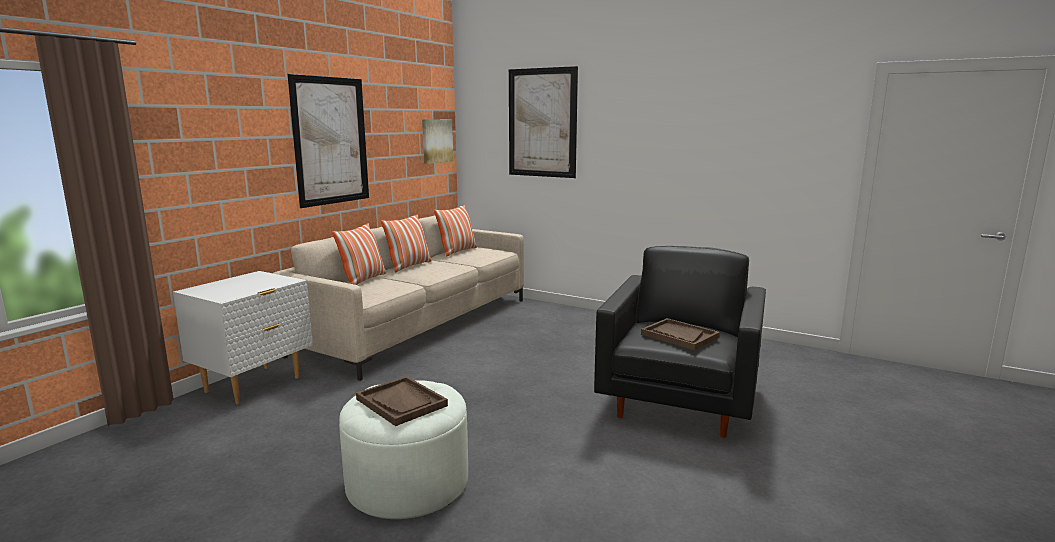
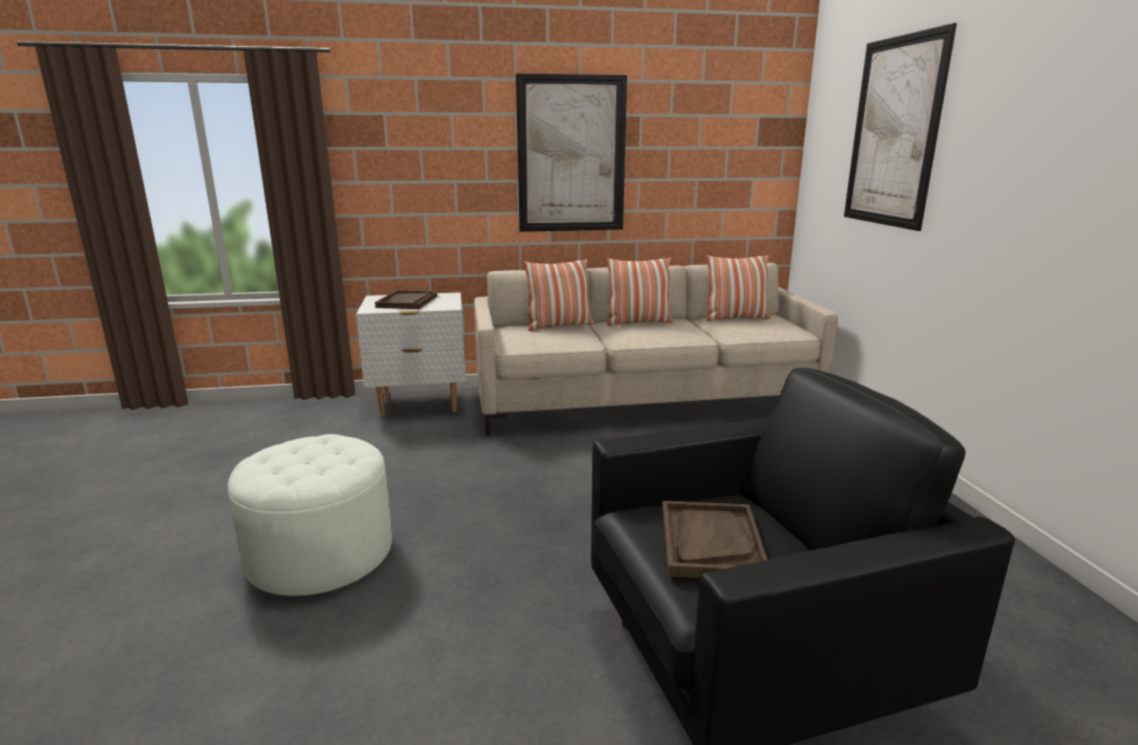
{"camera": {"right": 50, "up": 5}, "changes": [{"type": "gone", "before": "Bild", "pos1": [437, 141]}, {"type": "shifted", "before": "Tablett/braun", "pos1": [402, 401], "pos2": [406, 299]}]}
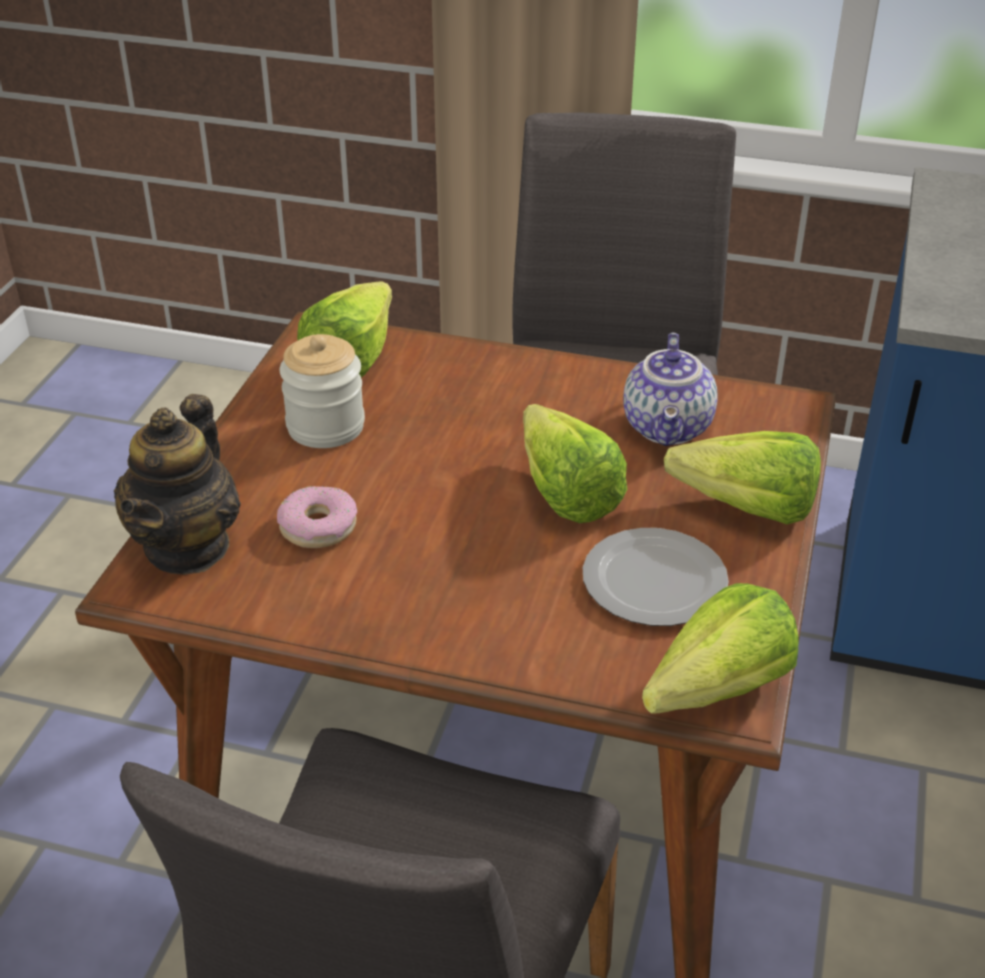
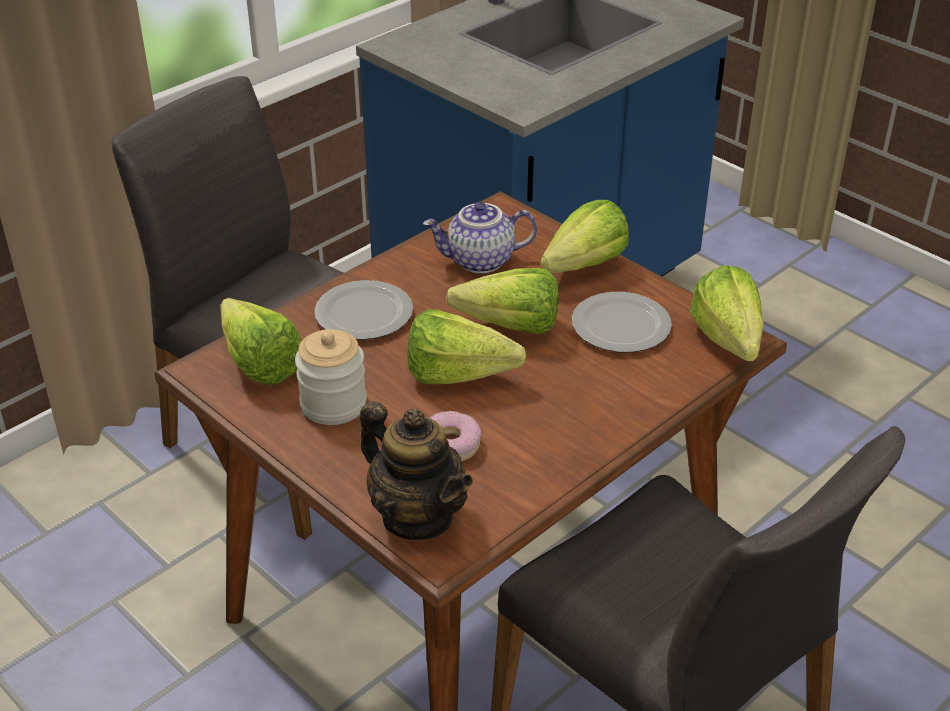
{"camera": {"right": -60, "up": 0}, "changes": [{"type": "new", "after": "Teller", "pos2": [363, 310]}, {"type": "new", "after": "Salatkopf", "pos2": [466, 346]}, {"type": "rotated", "before": "Teekanne", "pos1": [670, 389], "pos2": [480, 237], "turn": 135}]}
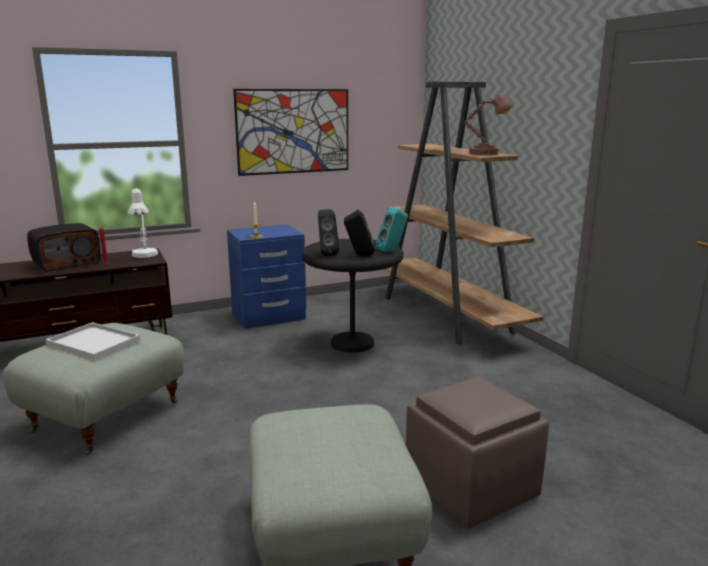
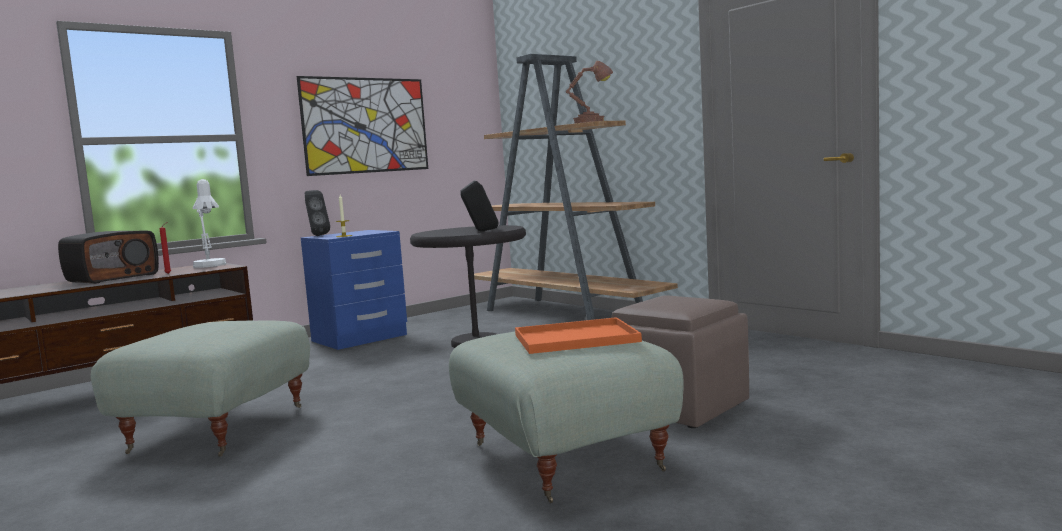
{"camera": {"right": -15, "up": -10}, "changes": [{"type": "gone", "before": "Tablett/weiß", "pos1": [93, 341]}, {"type": "gone", "before": "Lautsprecher/türkis", "pos1": [392, 229]}, {"type": "new", "after": "Tablett/orange", "pos2": [578, 335]}, {"type": "shifted", "before": "Lautsprecher/schwarz", "pos1": [328, 232], "pos2": [317, 213]}]}
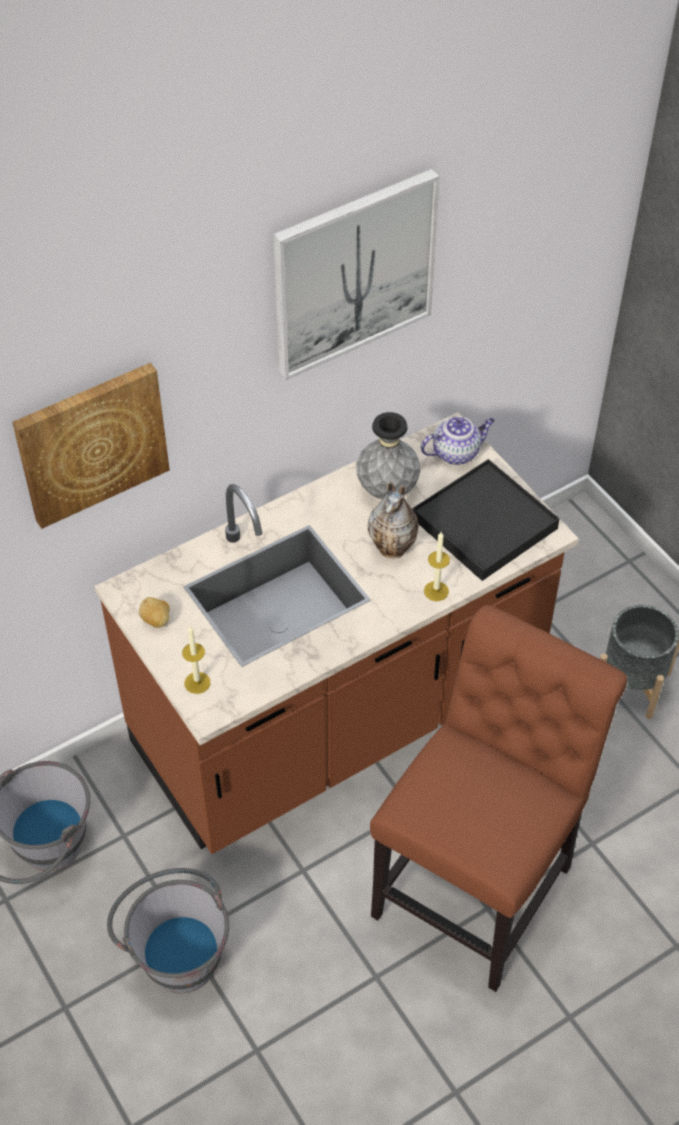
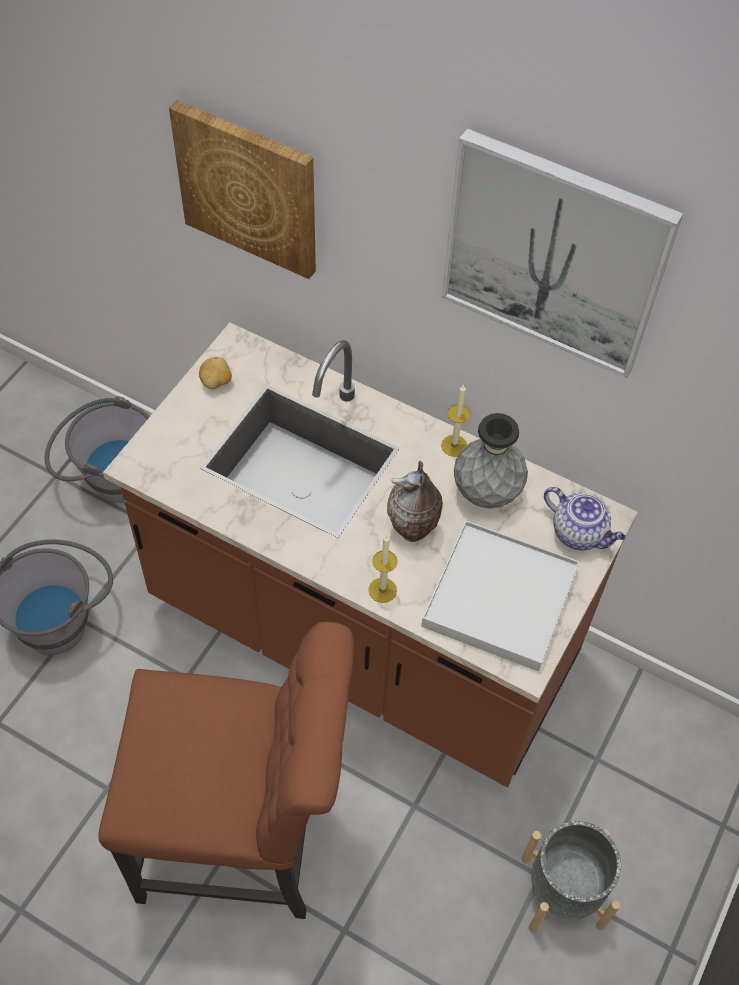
{"camera": {"right": 60, "up": 5}, "changes": [{"type": "shifted", "before": "Kerze", "pos1": [196, 660], "pos2": [456, 420]}, {"type": "repainted", "before": "Tablett/schwarz", "after": "Tablett/weiß", "pos1": [486, 520], "pos2": [500, 595]}]}
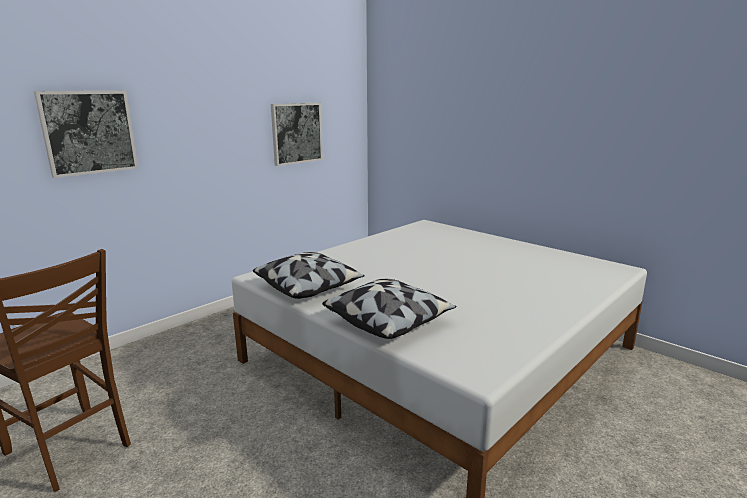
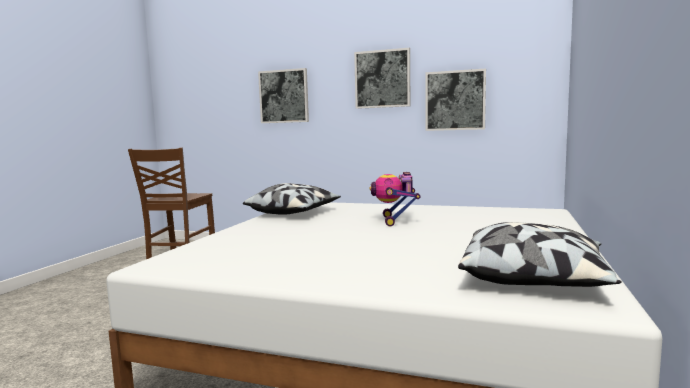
{"camera": {"right": 65, "up": -10}, "changes": [{"type": "new", "after": "Bild", "pos2": [382, 78]}, {"type": "new", "after": "Spielzeugroboter", "pos2": [394, 199]}, {"type": "shifted", "before": "Kissen", "pos1": [389, 309], "pos2": [540, 254]}]}
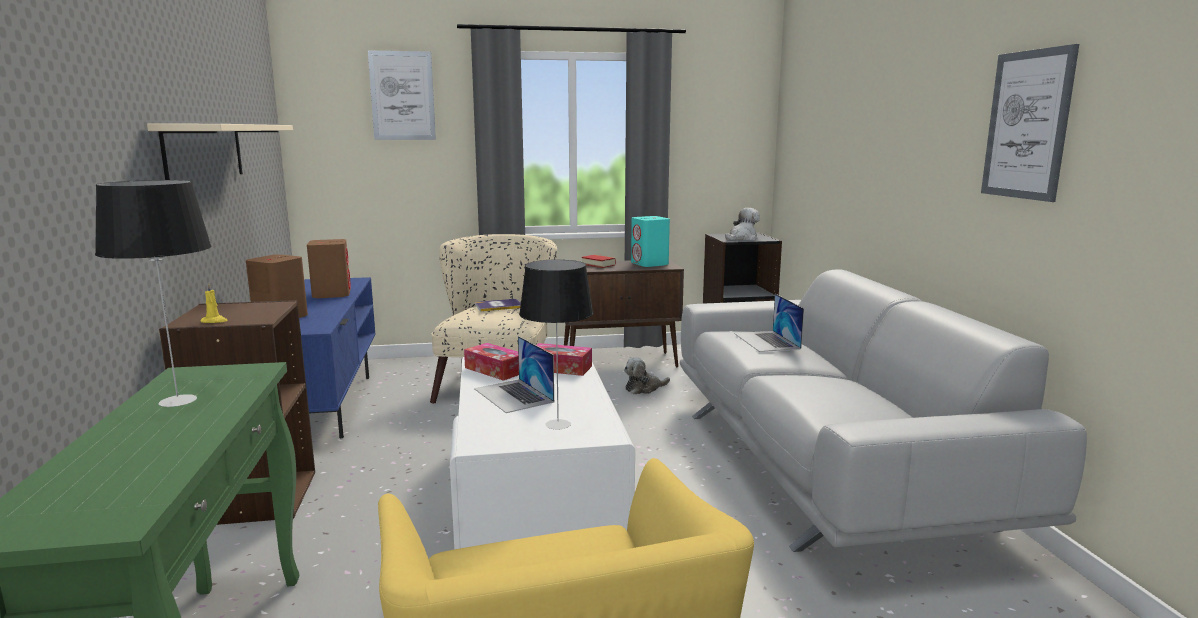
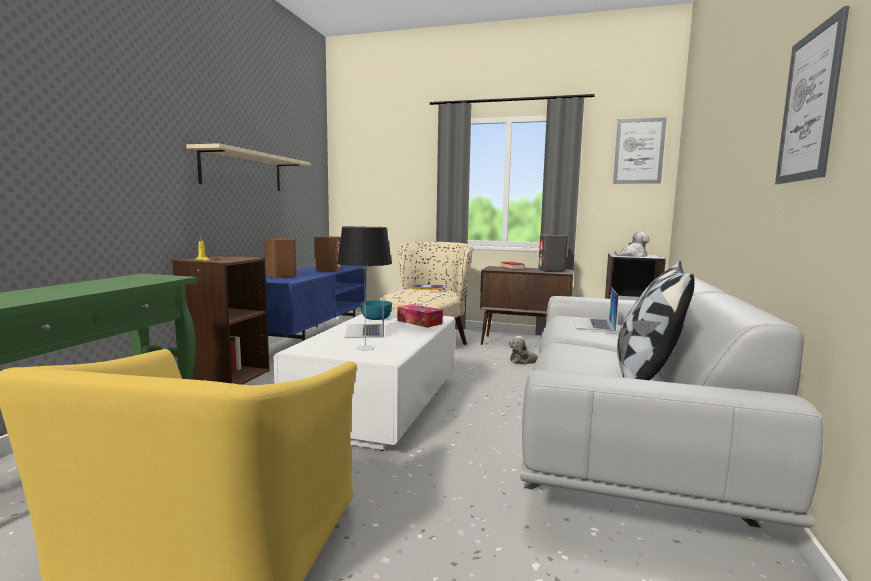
{"camera": {"right": 25, "up": -5}, "changes": [{"type": "gone", "before": "Tischlampe", "pos1": [153, 293]}, {"type": "new", "after": "Kissen", "pos2": [655, 320]}, {"type": "shifted", "before": "Bild", "pos1": [402, 95], "pos2": [640, 150]}, {"type": "swapped", "before": "Taschentuchbox", "after": "Schüssel/türkis", "pos1": [491, 362], "pos2": [376, 310]}, {"type": "repainted", "before": "Lautsprecher/türkis", "after": "Lautsprecher/grau", "pos1": [650, 241], "pos2": [553, 253]}]}
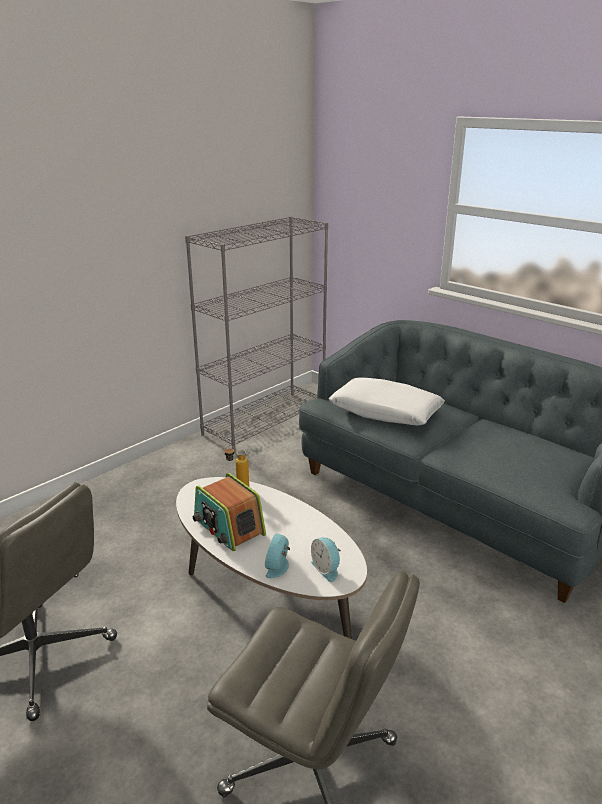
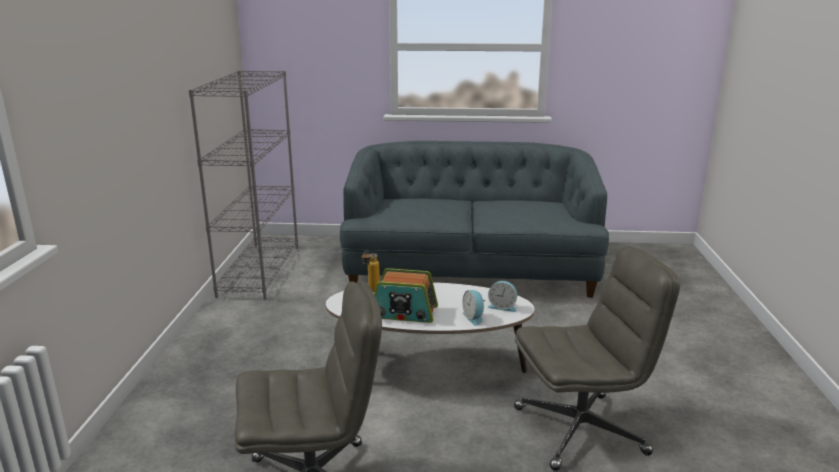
{"camera": {"right": -40, "up": -5}, "changes": [{"type": "gone", "before": "Kissen/weiß", "pos1": [387, 401]}]}
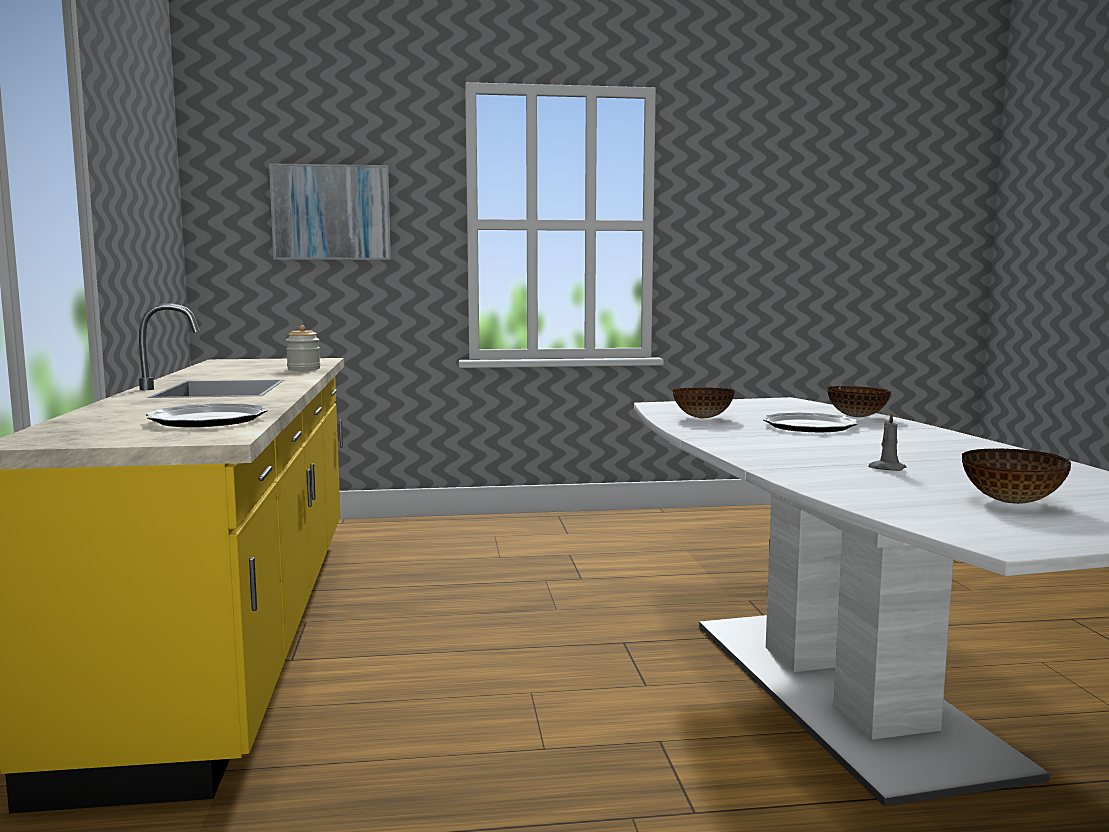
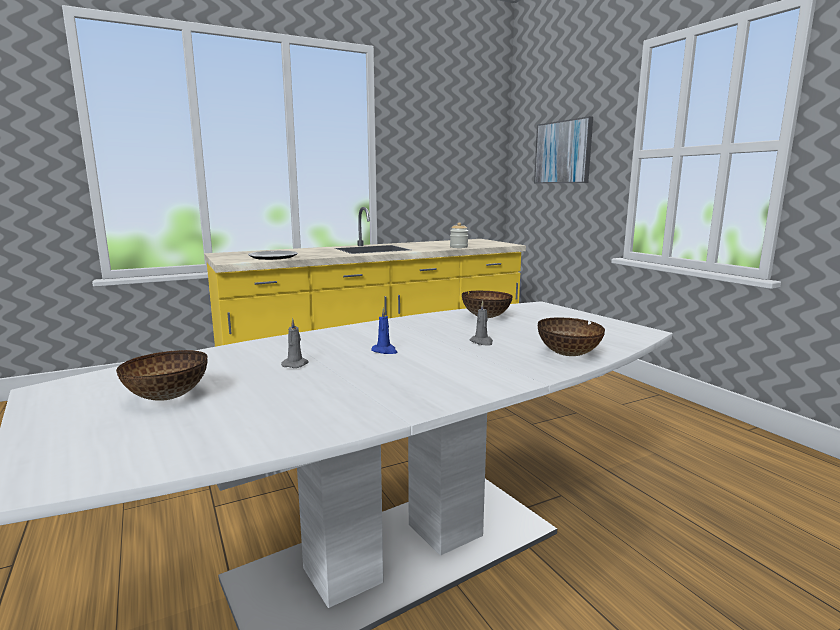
{"camera": {"right": 70, "up": 5}, "changes": [{"type": "new", "after": "Kerze/blau", "pos2": [384, 331]}, {"type": "swapped", "before": "Teller", "after": "Kerze/grau", "pos1": [810, 422], "pos2": [481, 323]}]}
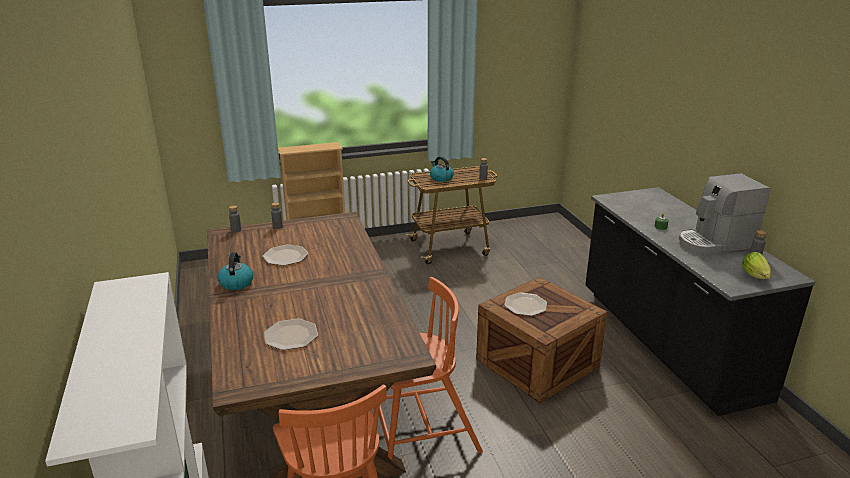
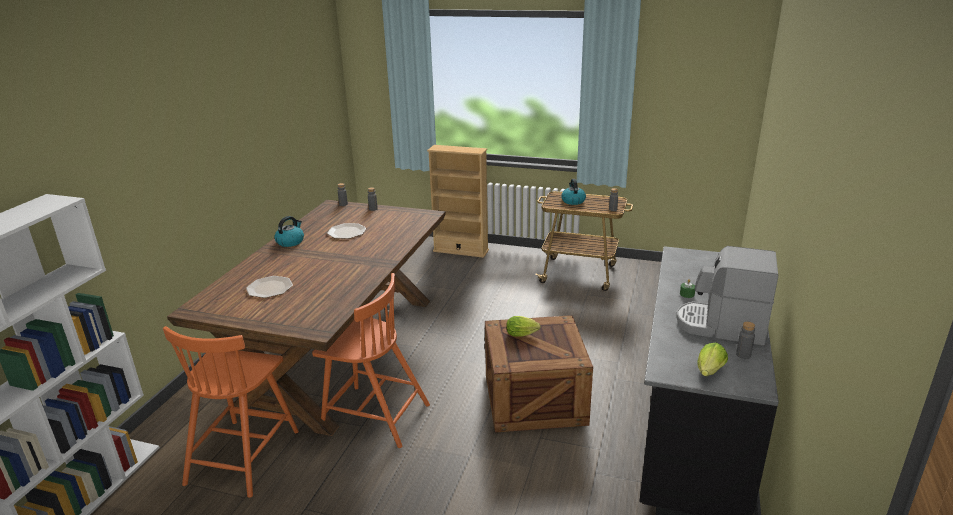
{"camera": {"right": 35, "up": 0}, "changes": [{"type": "swapped", "before": "Teller", "after": "Salatkopf", "pos1": [525, 304], "pos2": [523, 326]}]}
